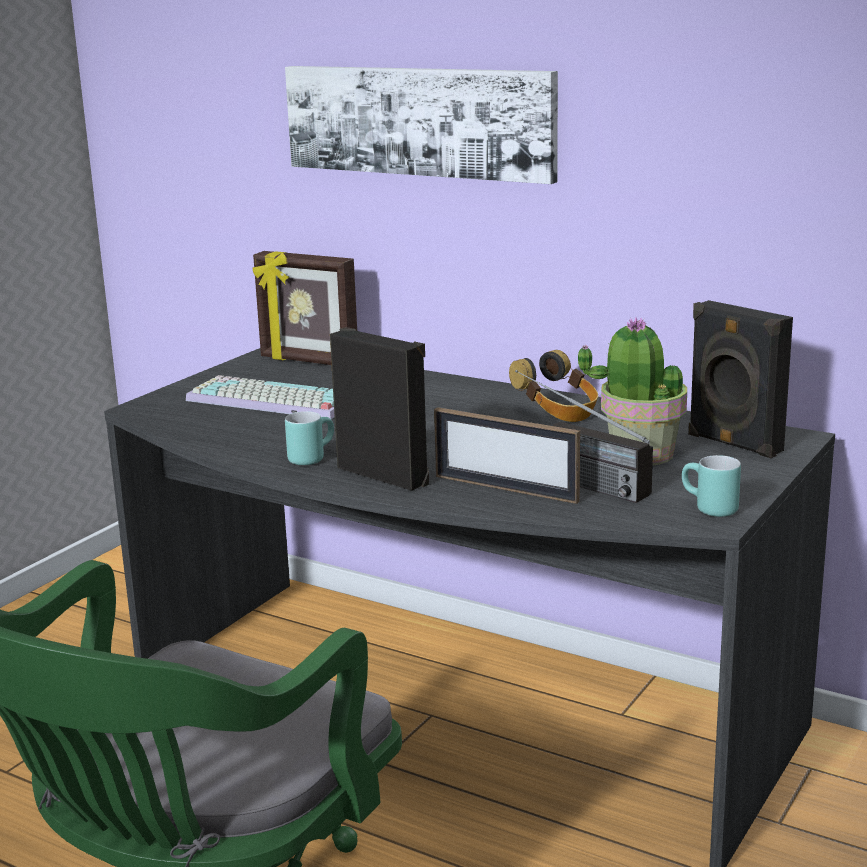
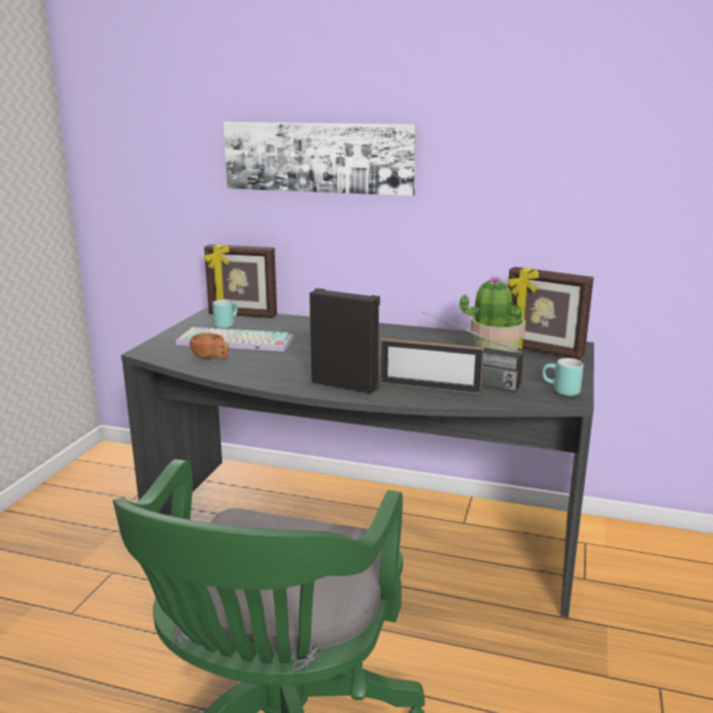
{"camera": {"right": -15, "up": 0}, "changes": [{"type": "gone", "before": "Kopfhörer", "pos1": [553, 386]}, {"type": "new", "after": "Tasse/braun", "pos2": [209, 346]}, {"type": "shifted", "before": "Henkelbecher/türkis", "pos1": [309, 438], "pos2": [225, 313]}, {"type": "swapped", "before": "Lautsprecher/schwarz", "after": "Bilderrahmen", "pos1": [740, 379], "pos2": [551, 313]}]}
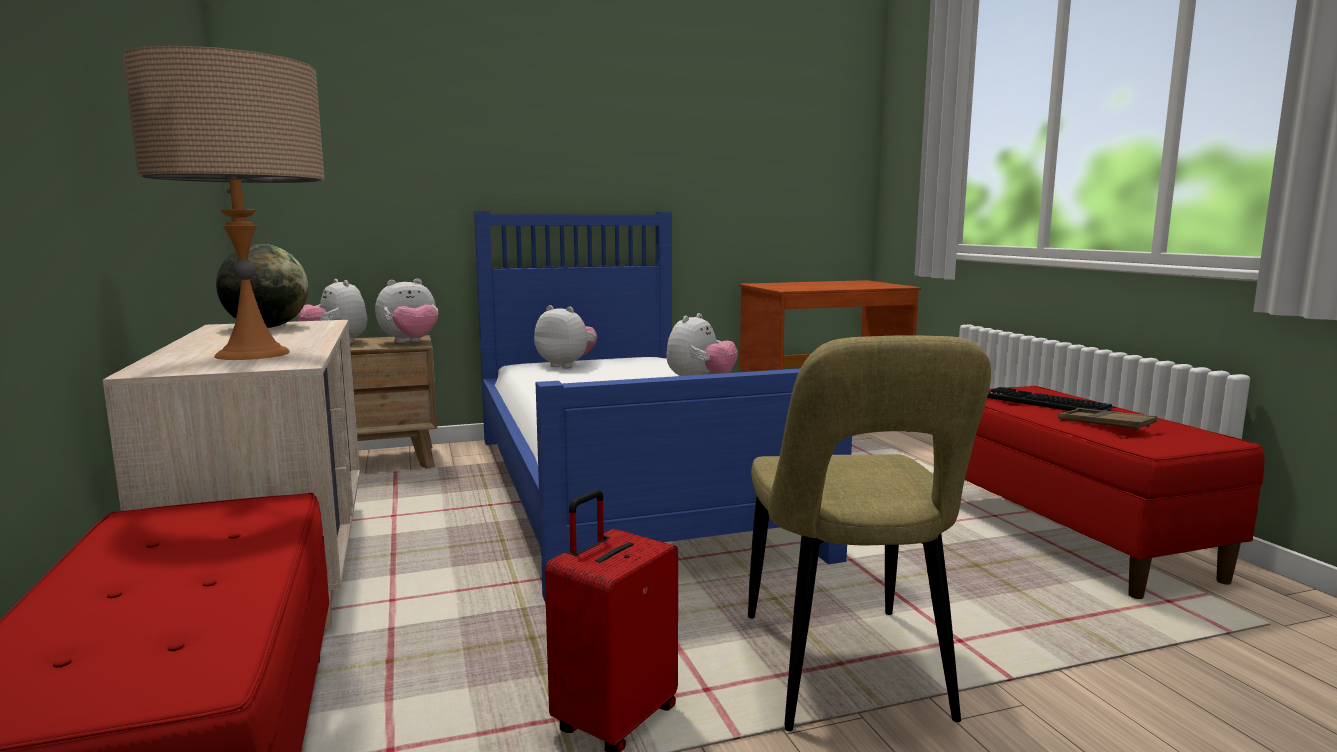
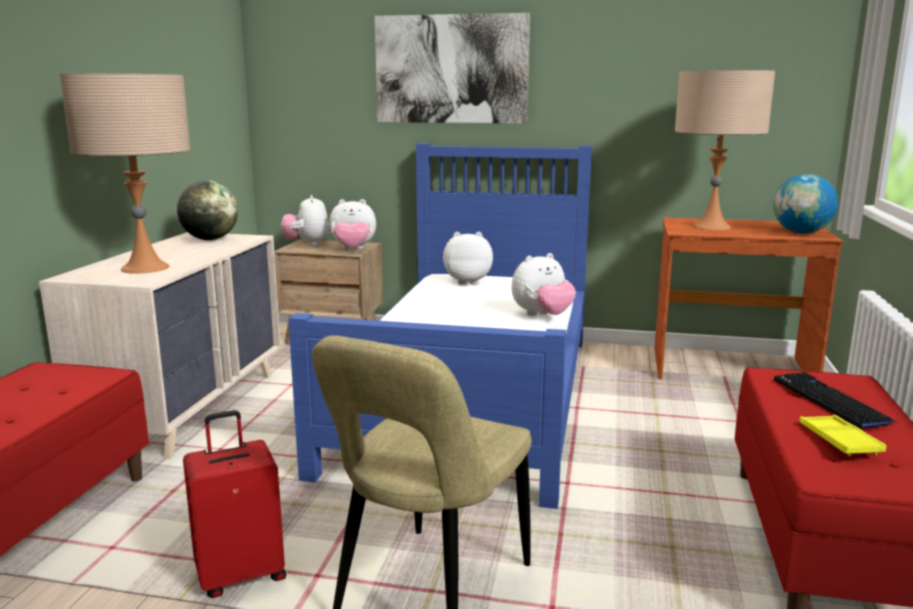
{"camera": {"right": 30, "up": 5}, "changes": [{"type": "new", "after": "Bild", "pos2": [452, 68]}, {"type": "new", "after": "Tischlampe/beige", "pos2": [725, 150]}, {"type": "new", "after": "Globus", "pos2": [805, 203]}, {"type": "repainted", "before": "Tablett/braun", "after": "Tablett/gelb", "pos1": [1107, 419], "pos2": [843, 435]}, {"type": "rotated", "before": "Plüschtier", "pos1": [565, 336], "pos2": [468, 258], "turn": -60}]}
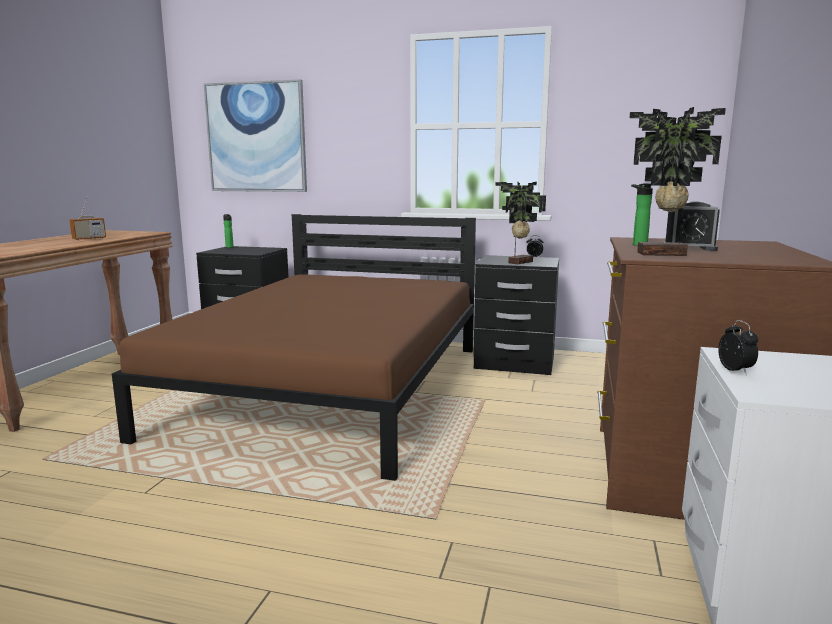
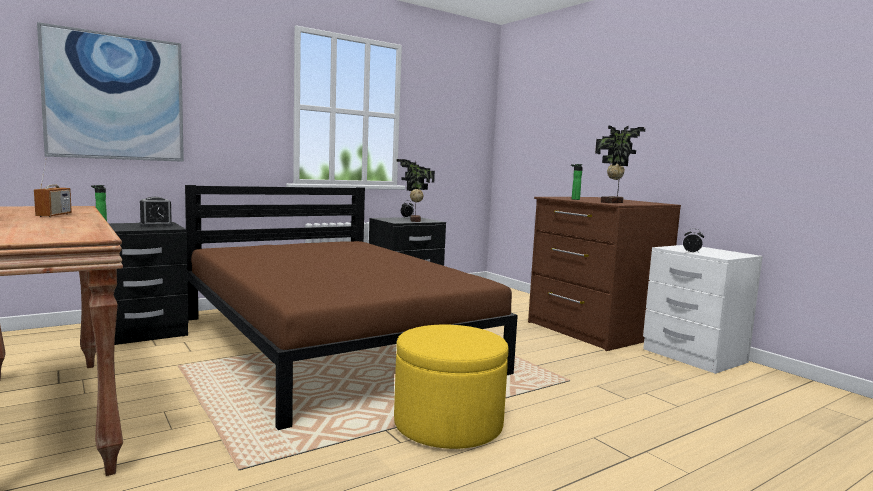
{"camera": {"right": -50, "up": -5}, "changes": [{"type": "new", "after": "Polsterhocker/gelb", "pos2": [451, 387]}, {"type": "shifted", "before": "Wecker", "pos1": [692, 226], "pos2": [156, 212]}]}
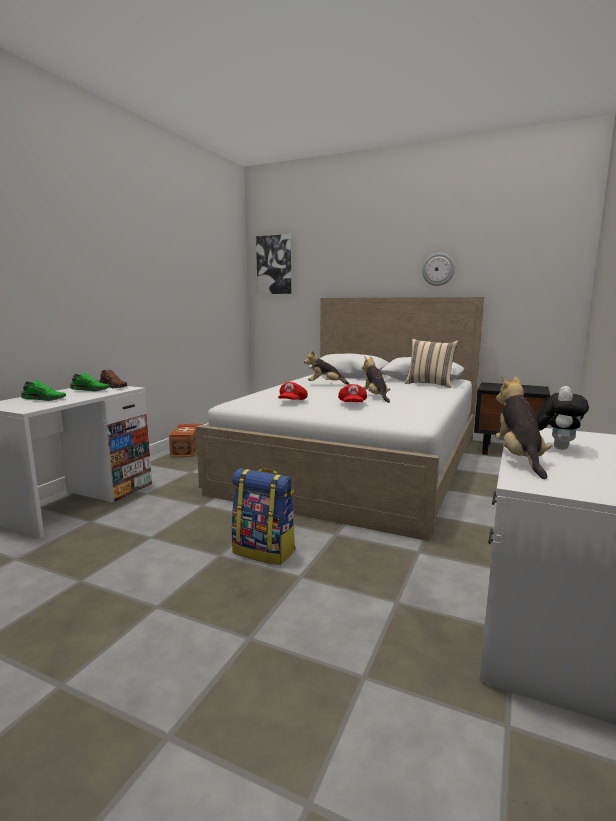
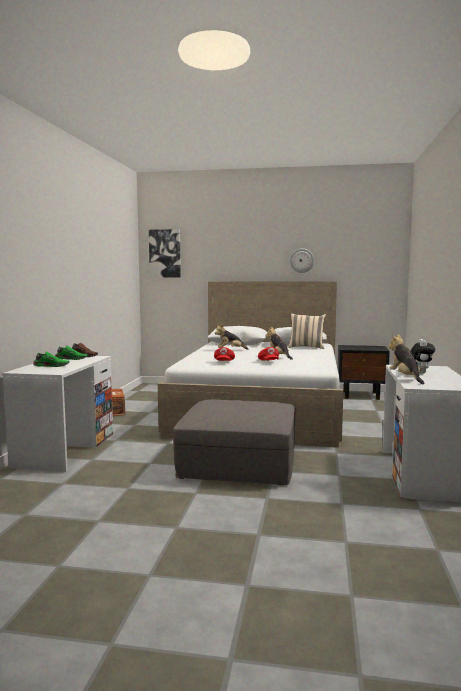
{"camera": {"right": -15, "up": -5}, "changes": [{"type": "swapped", "before": "Rucksack", "after": "Polsterhocker/grau", "pos1": [263, 516], "pos2": [234, 442]}]}
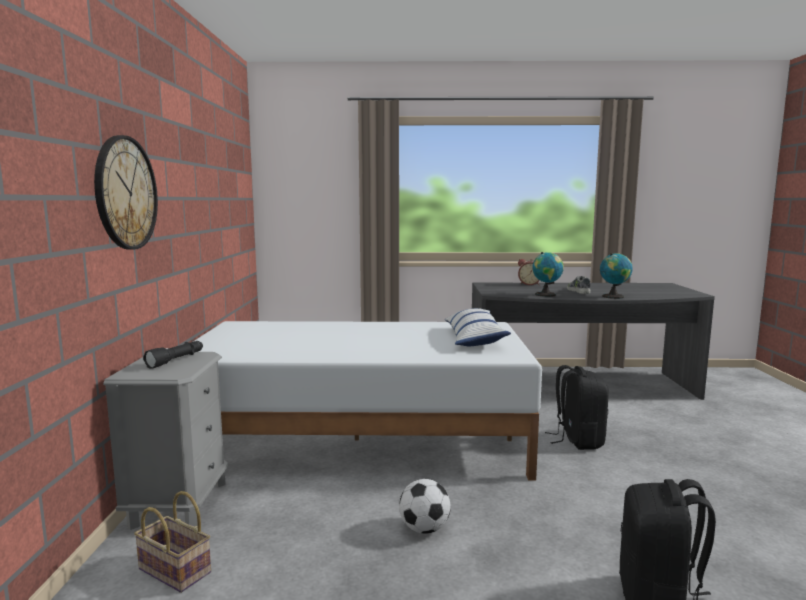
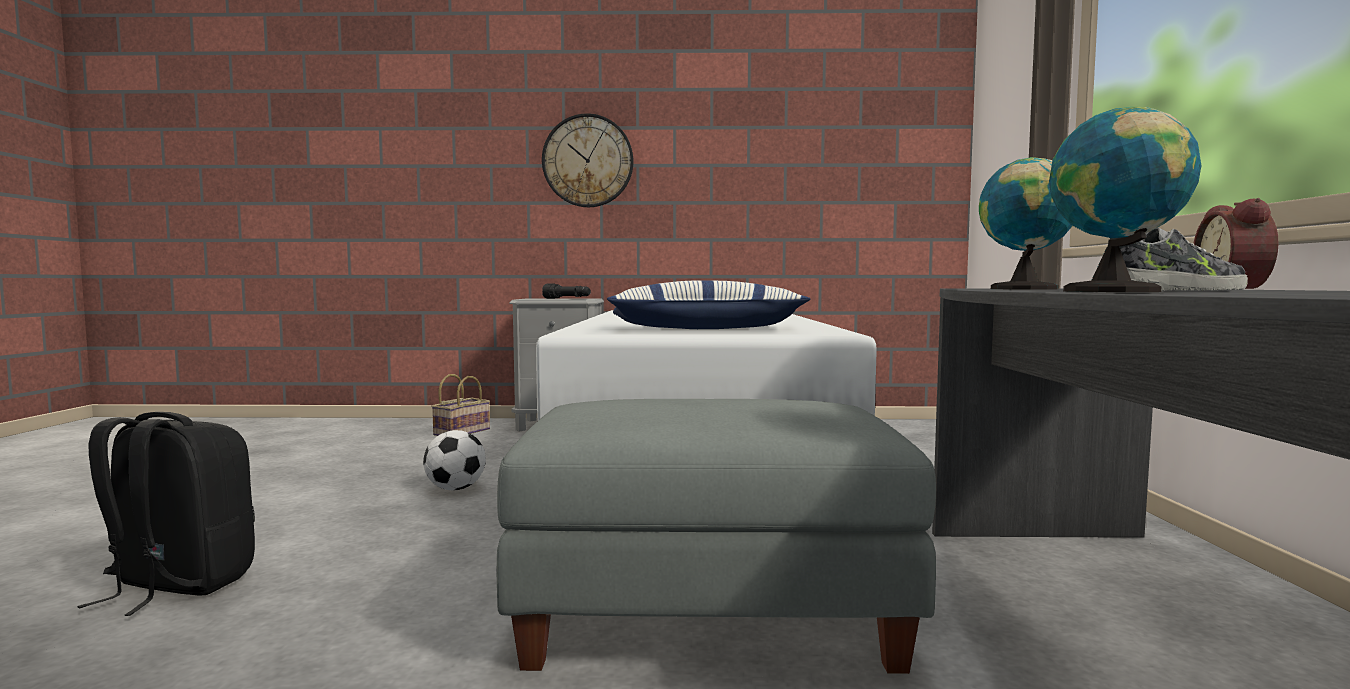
{"camera": {"right": 90, "up": -5}, "changes": [{"type": "swapped", "before": "Rucksack/schwarz", "after": "Polsterhocker/grau", "pos1": [577, 407], "pos2": [716, 536]}]}
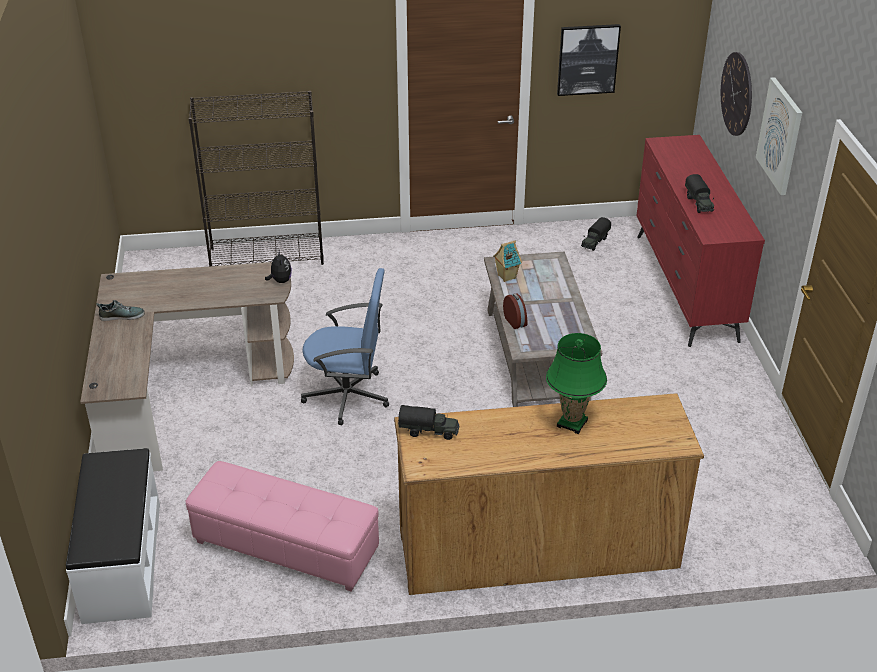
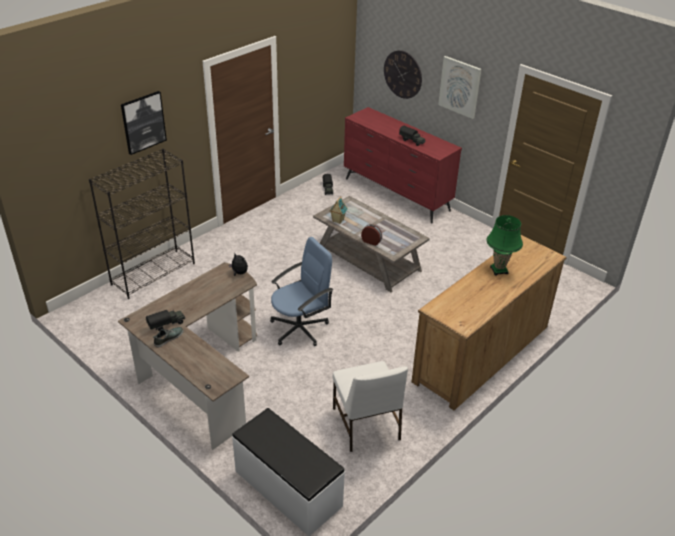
{"camera": {"right": -40, "up": 0}, "changes": [{"type": "shifted", "before": "Spielzeuglaster", "pos1": [428, 422], "pos2": [165, 320]}, {"type": "shifted", "before": "Bild", "pos1": [589, 60], "pos2": [144, 123]}, {"type": "swapped", "before": "Polsterhocker/rosa", "after": "Stuhl/weiß", "pos1": [282, 526], "pos2": [370, 406]}]}
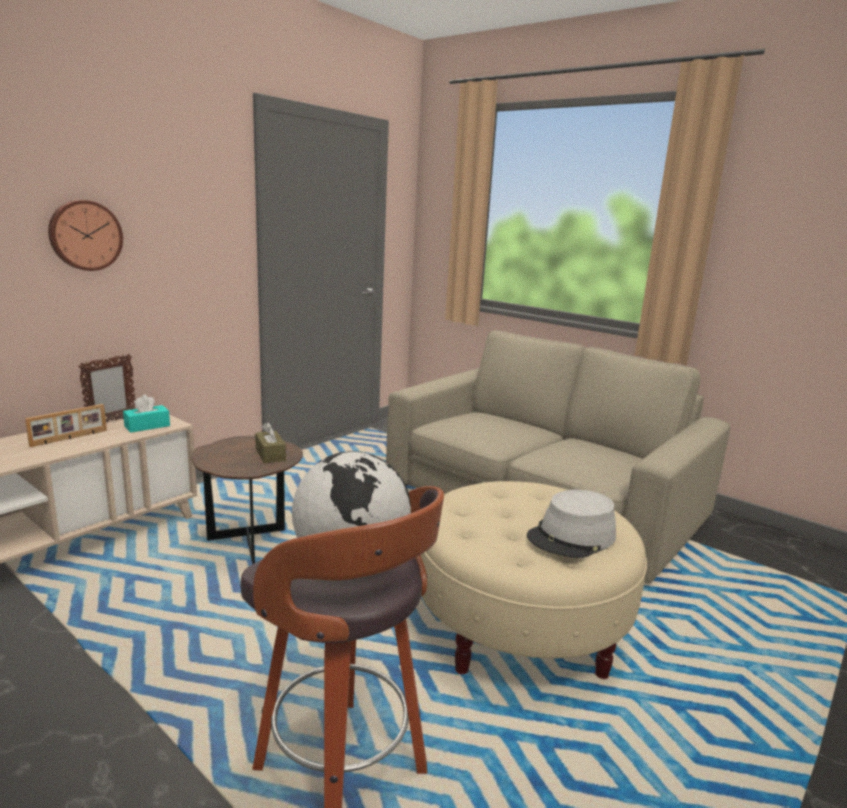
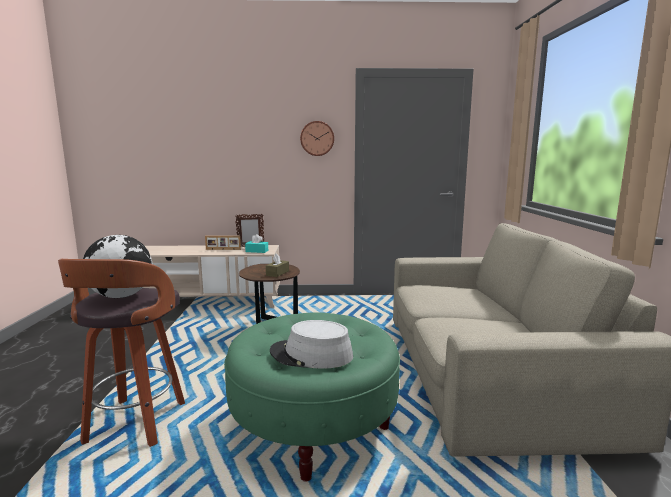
{"camera": {"right": 50, "up": -5}, "changes": [{"type": "shifted", "before": "Wanduhr", "pos1": [85, 235], "pos2": [317, 138]}, {"type": "repainted", "before": "Polsterhocker/beige", "after": "Polsterhocker/grün", "pos1": [534, 580], "pos2": [312, 397]}]}
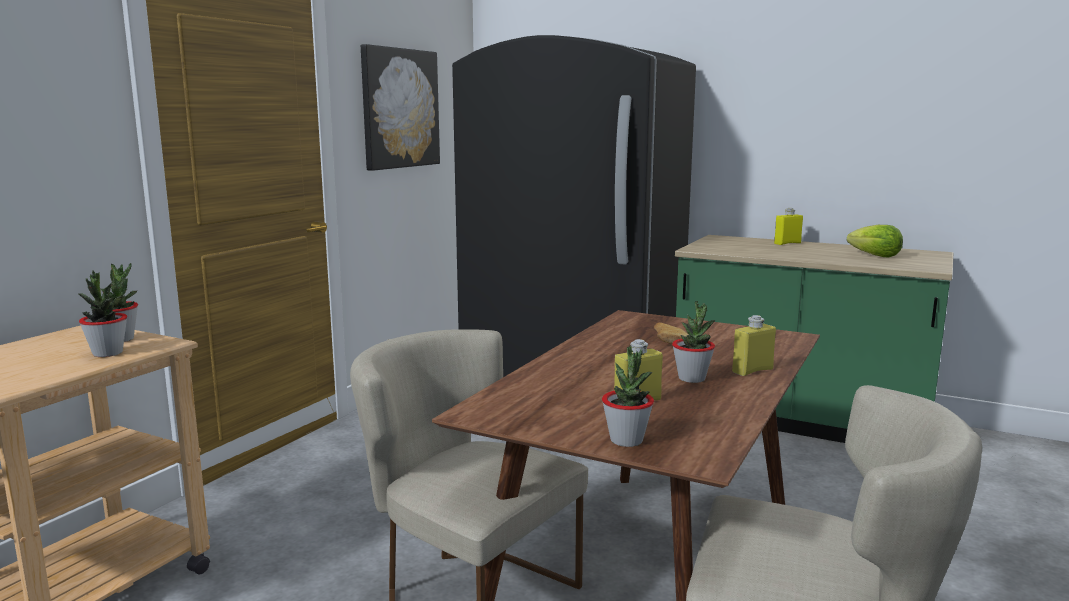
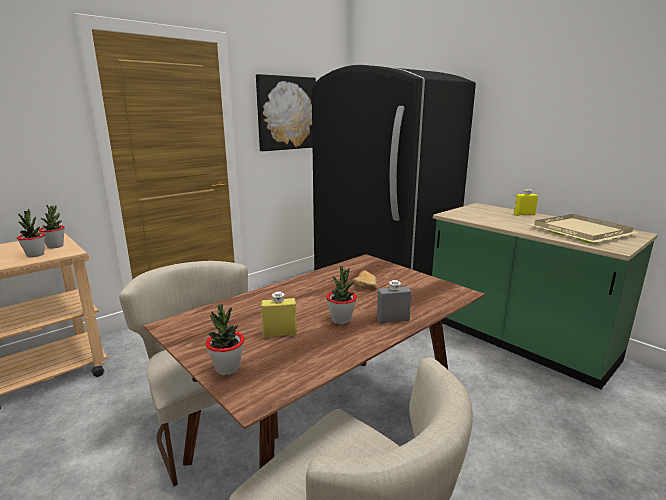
{"camera": {"right": 20, "up": 5}, "changes": [{"type": "swapped", "before": "Salatkopf", "after": "Tablett/beige", "pos1": [875, 241], "pos2": [583, 229]}, {"type": "repainted", "before": "Flasche/gelb", "after": "Flasche/grau", "pos1": [754, 345], "pos2": [394, 302]}]}
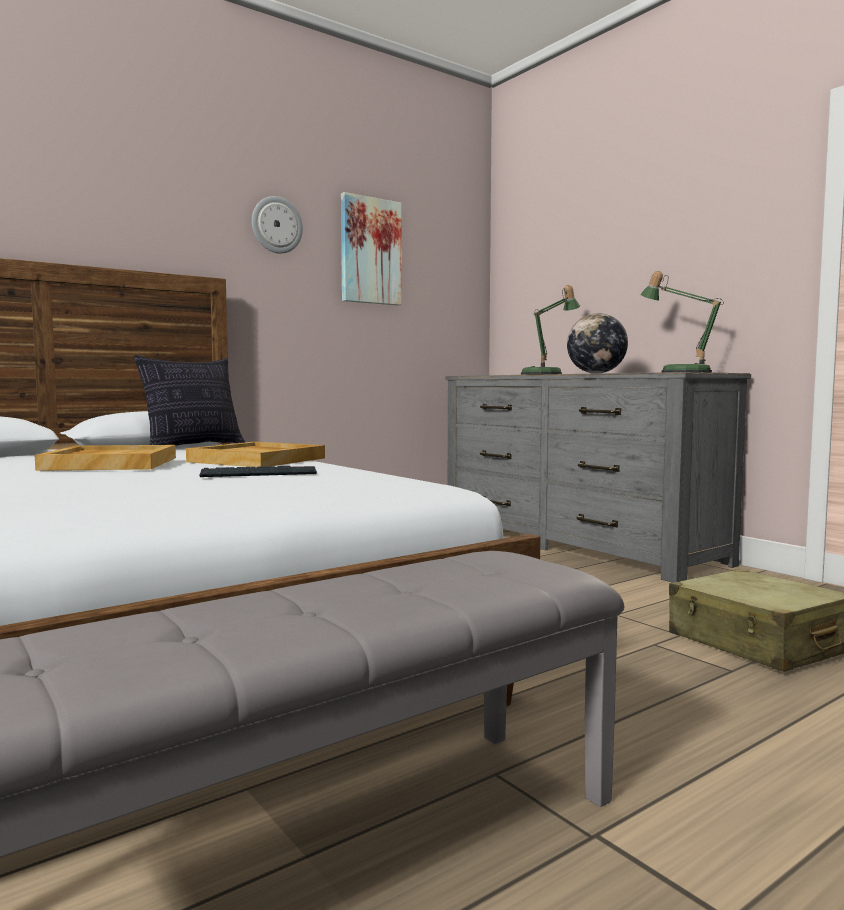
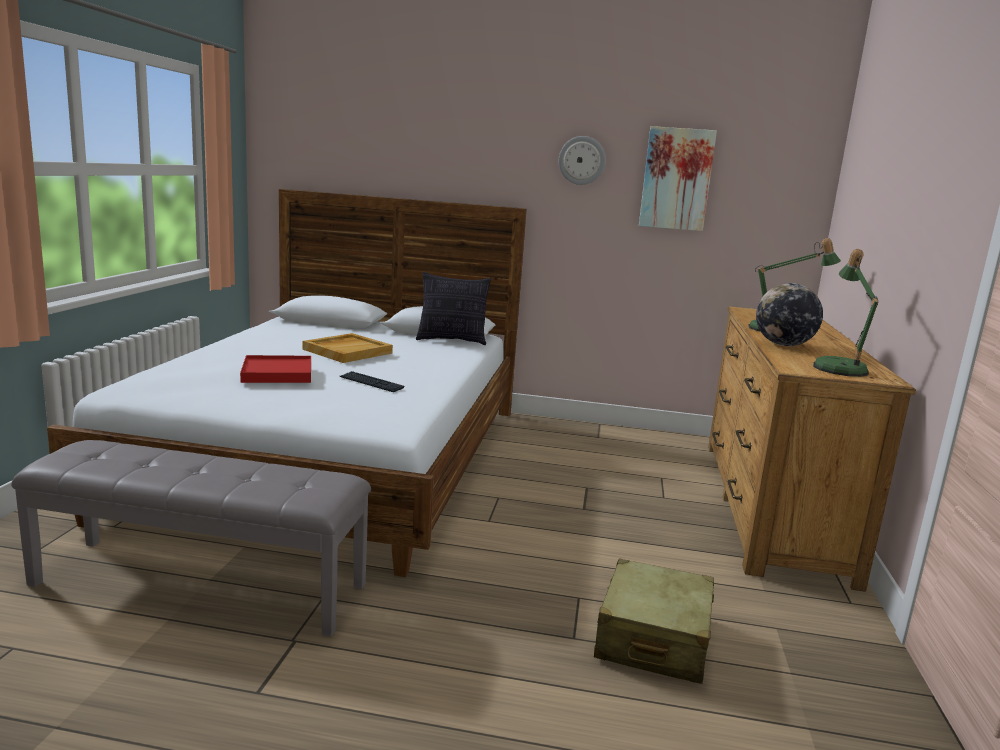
{"camera": {"right": 45, "up": 10}, "changes": [{"type": "gone", "before": "Tablett/beige", "pos1": [255, 454]}, {"type": "new", "after": "Tablett/rot", "pos2": [275, 369]}, {"type": "repainted", "before": "Kommode/grau", "after": "Kommode/braun", "pos1": [598, 477], "pos2": [812, 449]}]}
